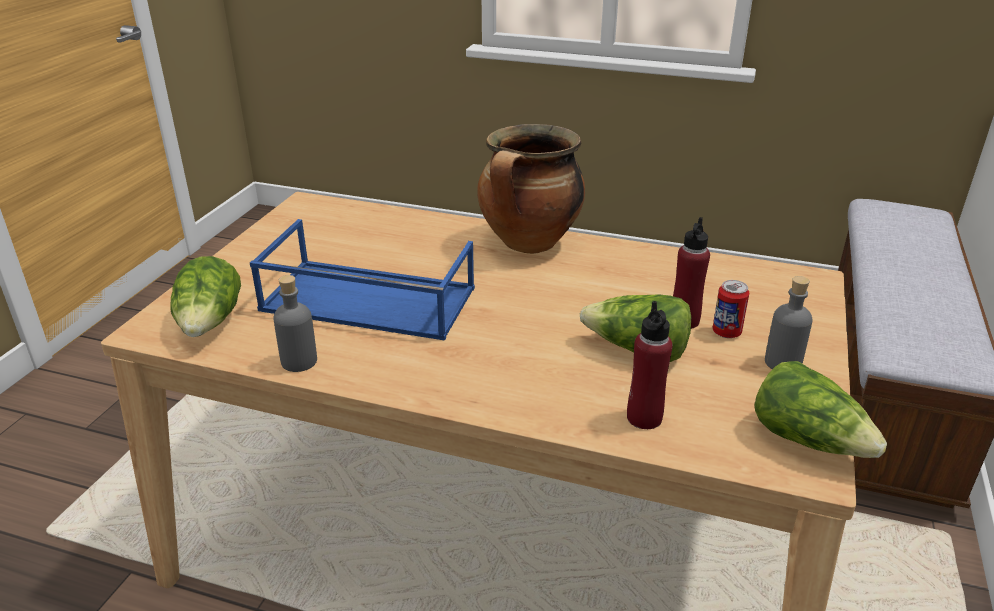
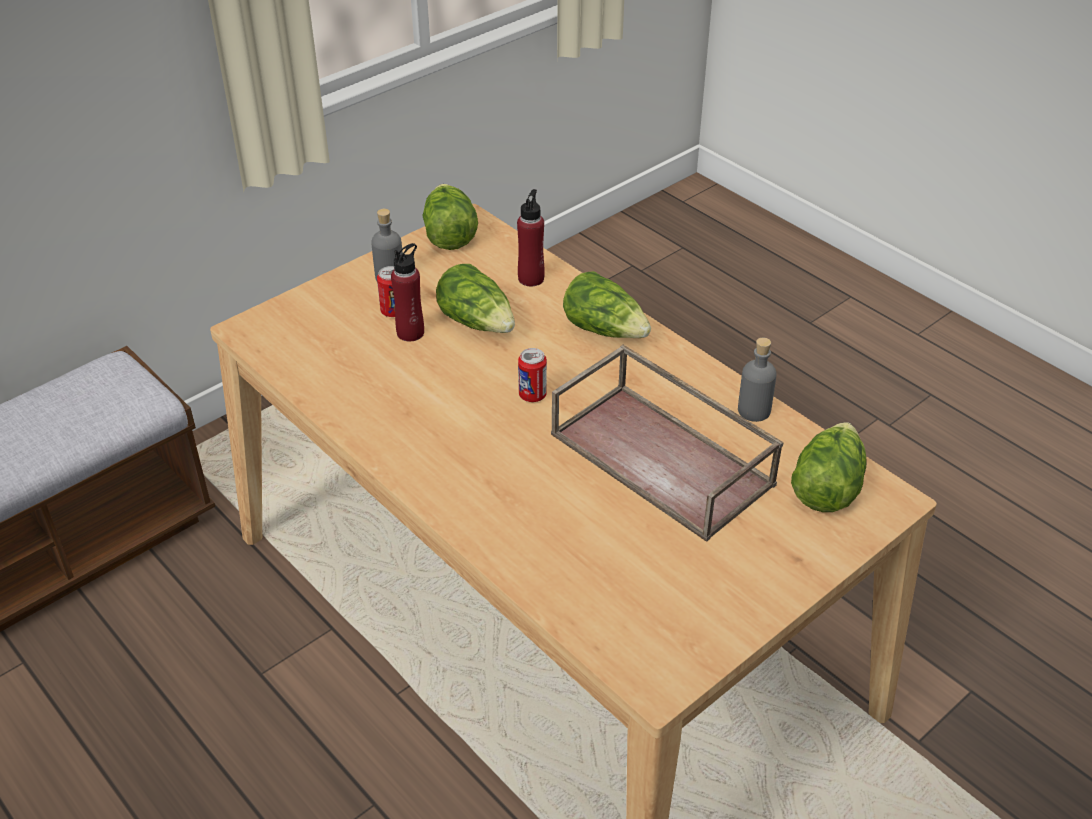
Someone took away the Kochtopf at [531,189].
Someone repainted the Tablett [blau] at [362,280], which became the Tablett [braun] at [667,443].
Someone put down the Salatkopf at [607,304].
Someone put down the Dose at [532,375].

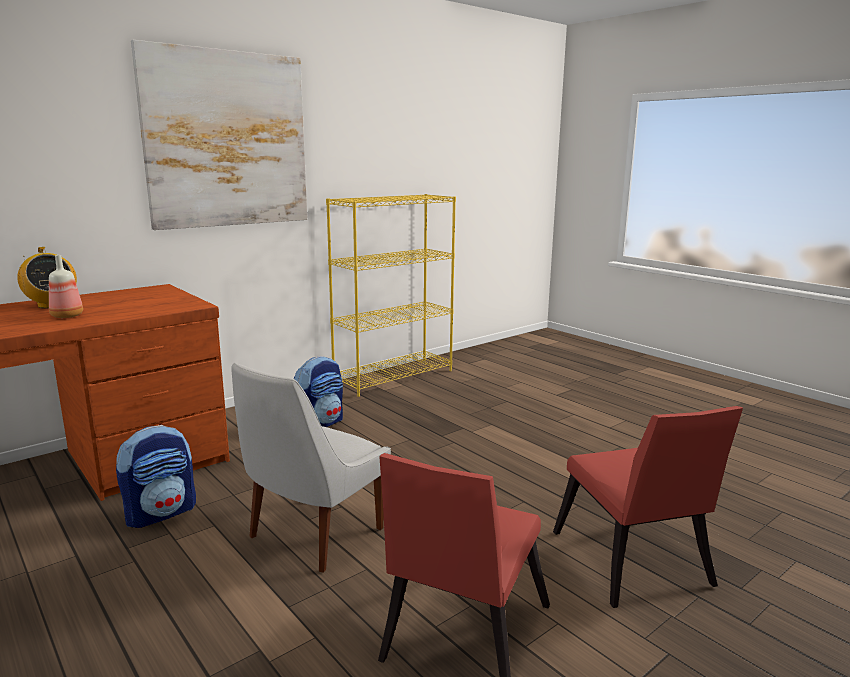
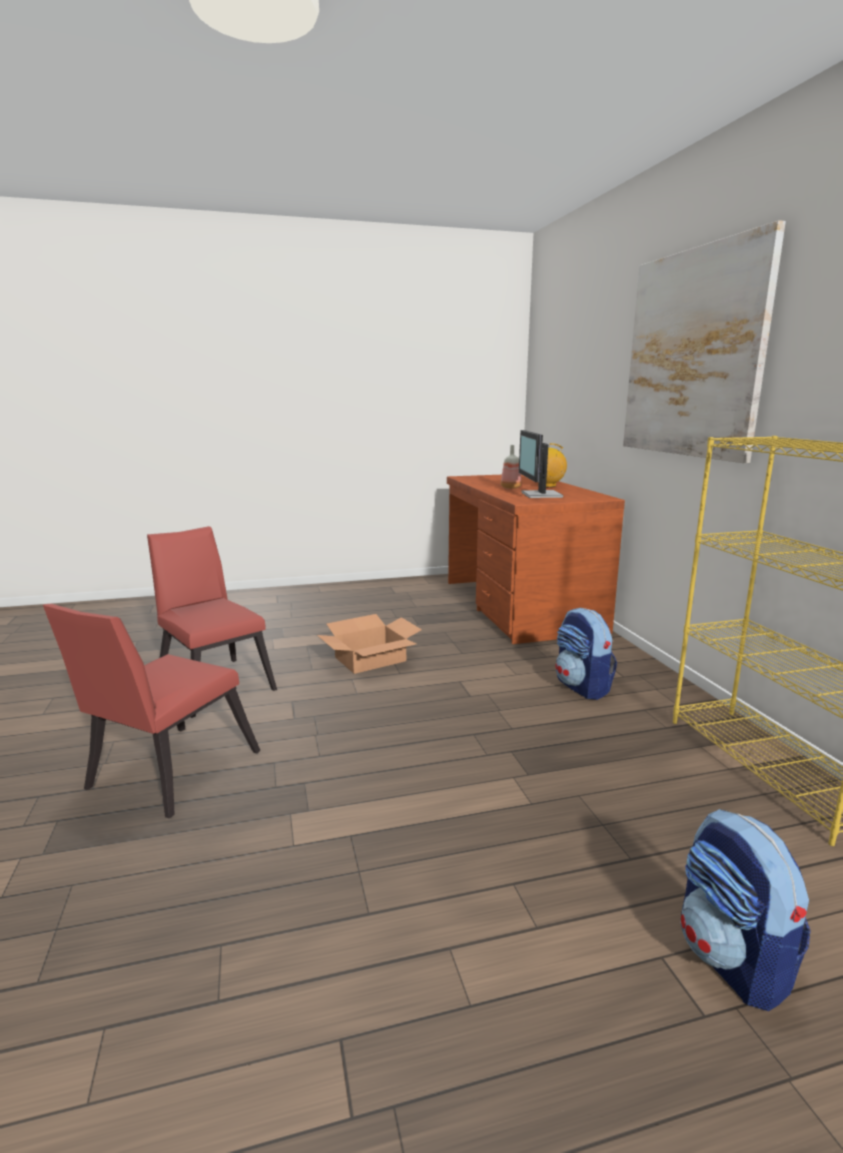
Someone swapped the Stuhl [weiß] at [311,468] for the Karton at [369,644].
Someone rotated the Stuhl [rot] at [648,507] by 75 degrees counterclockwise.
Someone carried the Rucksack from [156,476] to [746,910].
Someone put down the Monitor at [541,464].

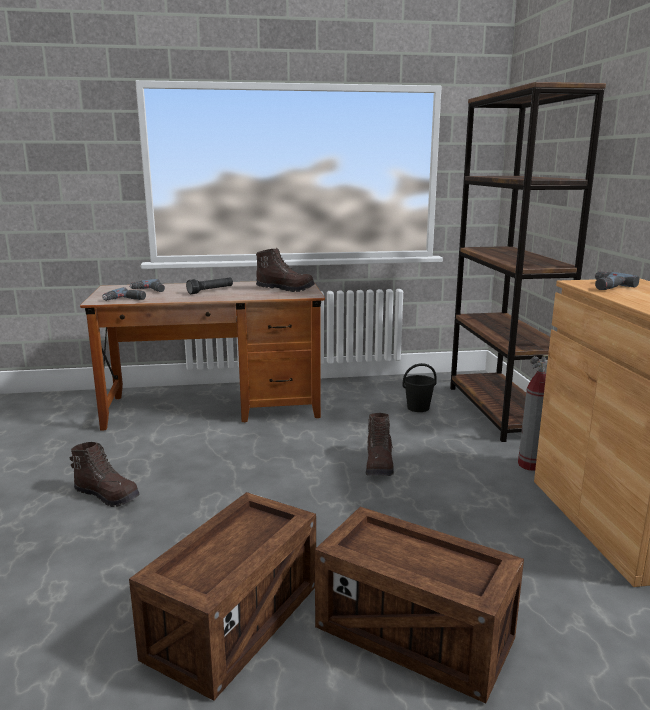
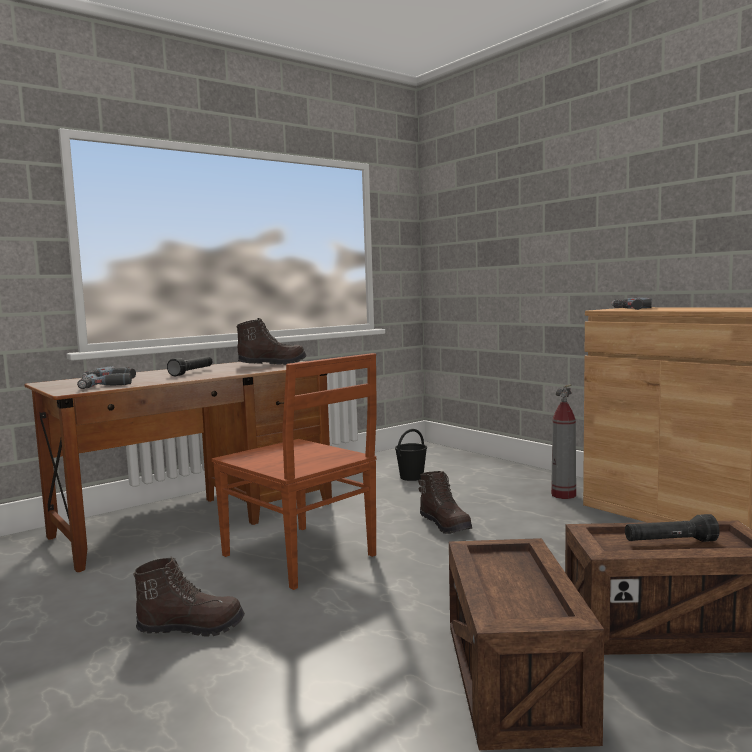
Someone took away the Bücherregal [braun] at [528,262].
Someone put down the Stuhl [braun] at [294,471].
Someone put down the Taschenlampe [schwarz] at [672,528].

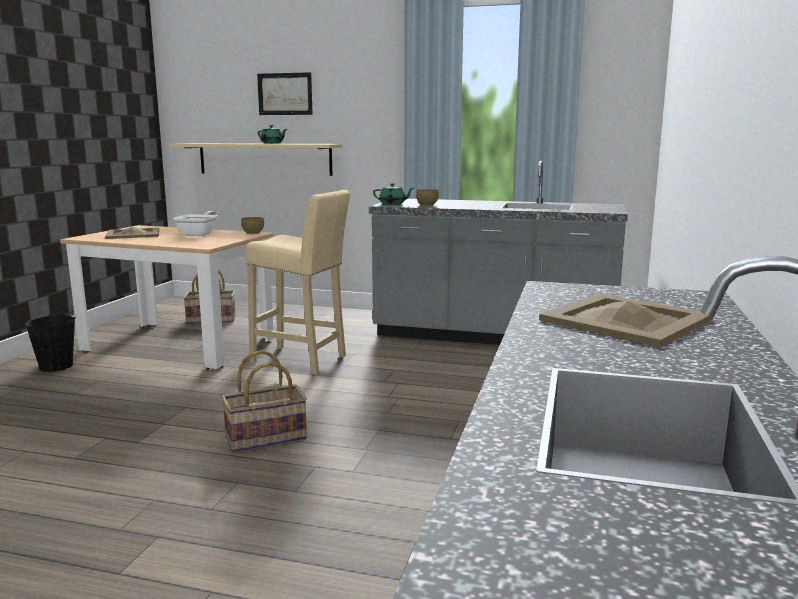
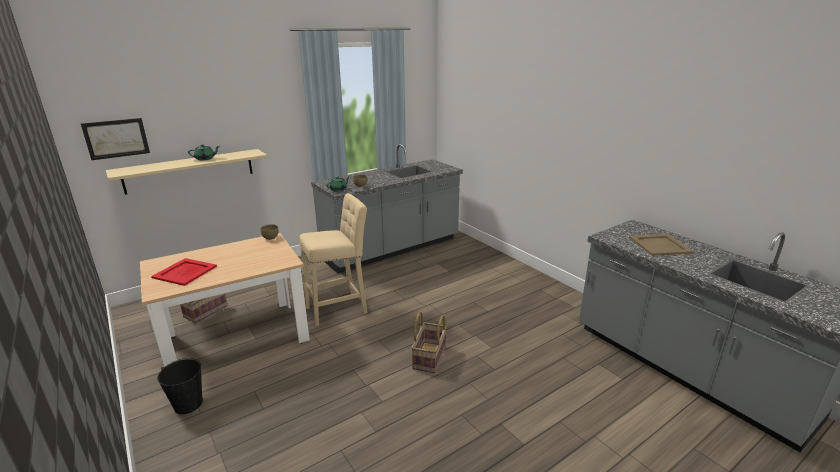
Someone carried the Bild from [285,93] to [115,139].
Someone took away the Pfanne at [195,223].
Someone repainted the Tablett [beige] at [132,233], which became the Tablett [rot] at [184,272].

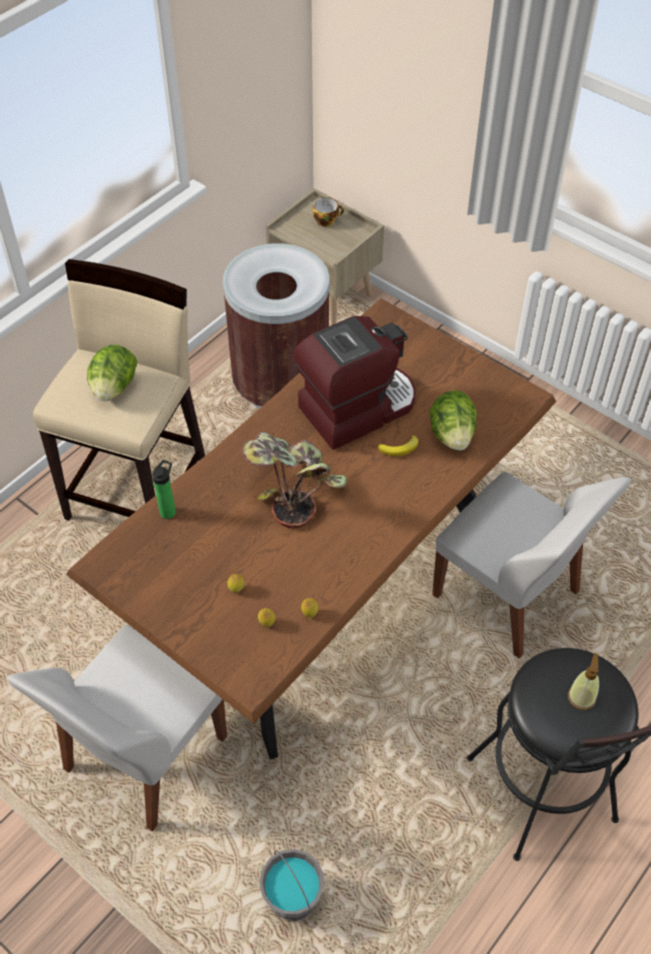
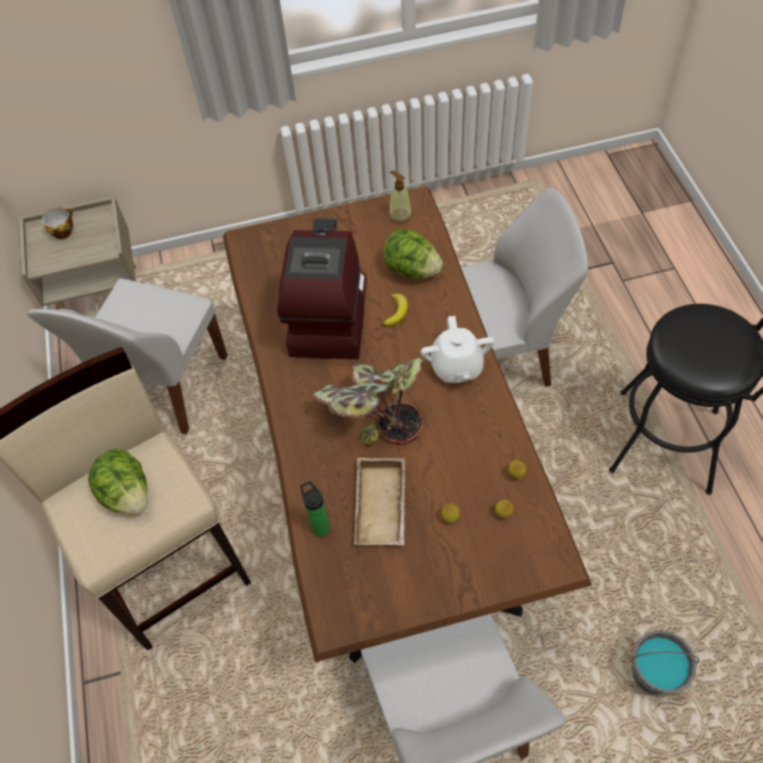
Someone swapped the Mülleimer [braun] at [276,326] for the Stuhl [weiß] at [127,356].
Someone carried the Seifenspender from [583,681] to [400,197].
Someone put down the Teekanne [weiß] at [458,349].
Someone put down the Tablett [beige] at [380,502].

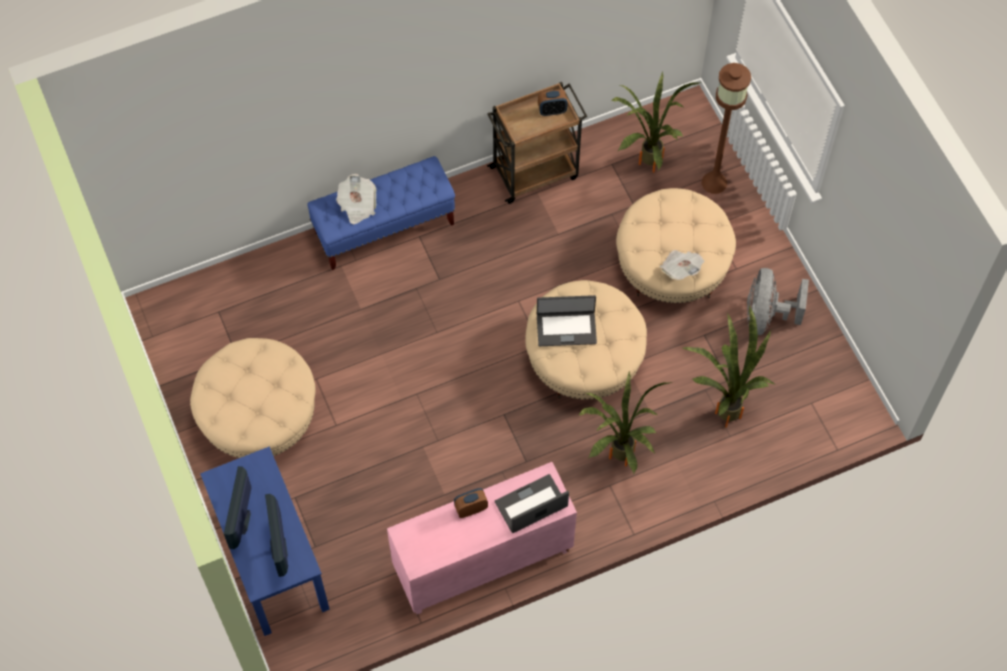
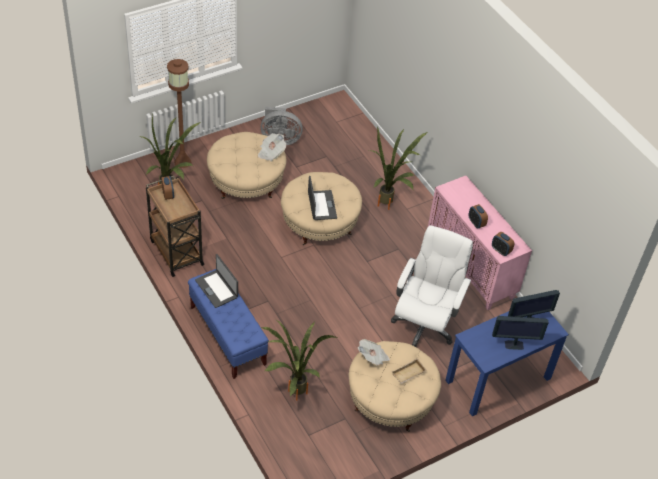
Someone carried the Zeitung from [356,199] to [374,352].
Someone carried the Topfpflanze from [727,366] to [299,360].
Someone carried the Laptop from [532,503] to [216,281].
Someone put down the Bürostuhl [weiß] at [432,286].
Someone put down the Wecker at [503,244].
Someone put down the Tablett [beige] at [409,371].

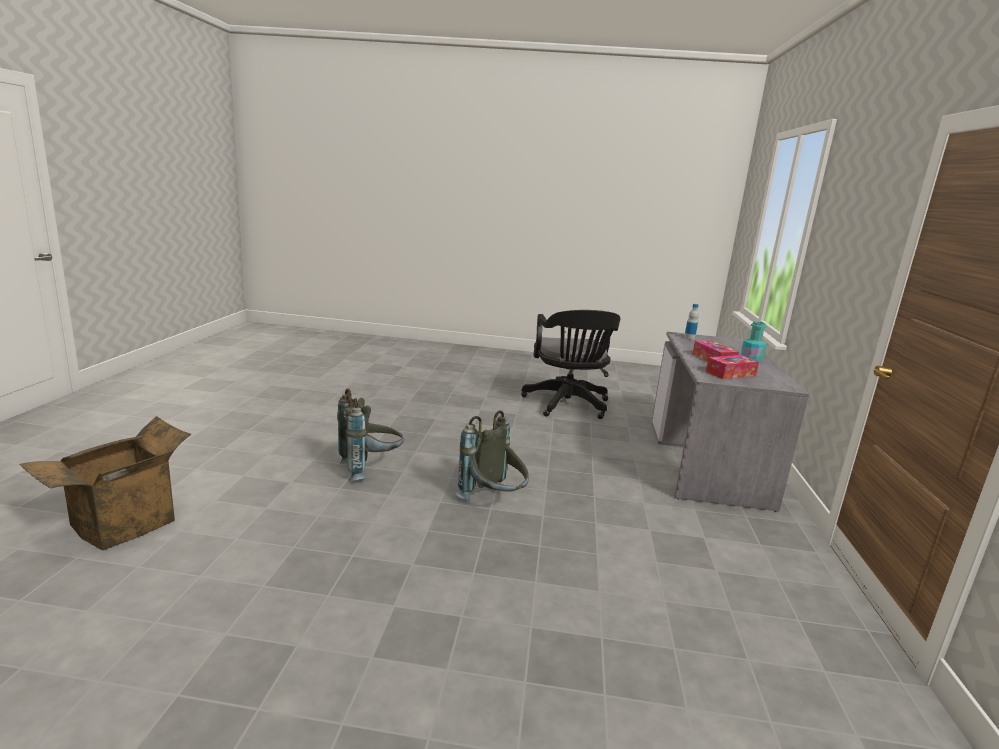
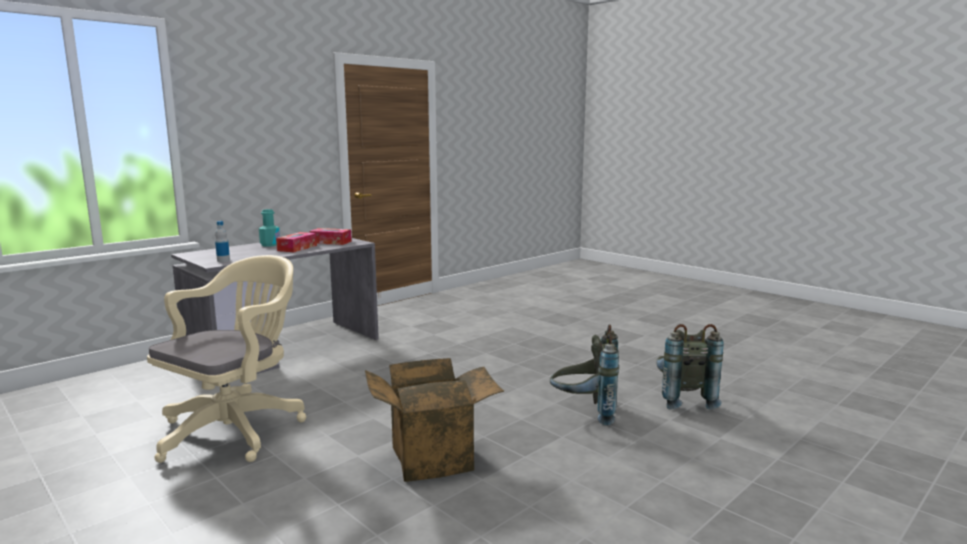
Someone repainted the Bürostuhl [schwarz] at [570,364], which became the Bürostuhl [beige] at [226,359].
Someone carried the Rucksack [grau] from [492,455] to [690,367].
Someone carried the Karton from [105,483] to [434,420].

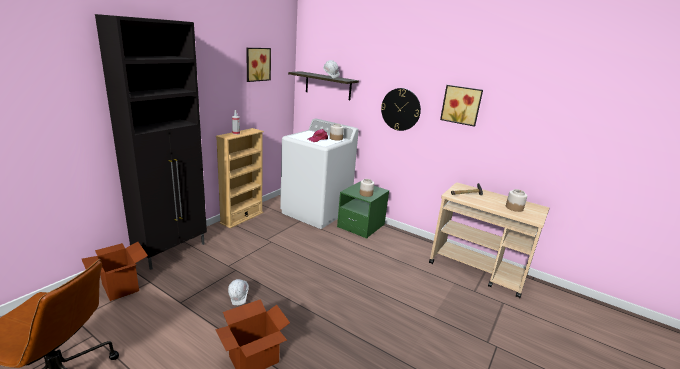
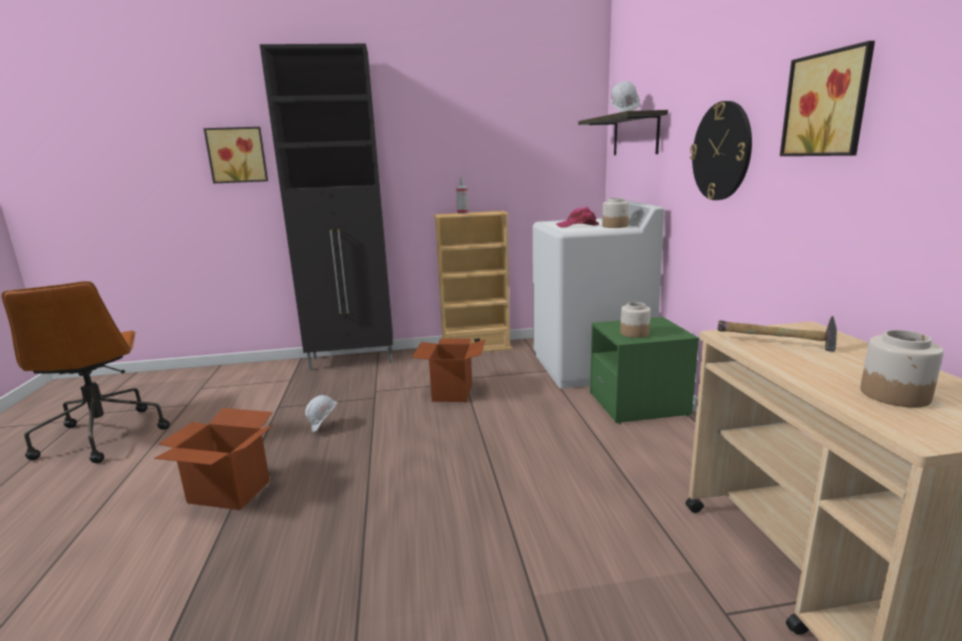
Someone carried the Bild from [258,65] to [235,155].
Someone carried the Karton from [115,271] to [449,370].

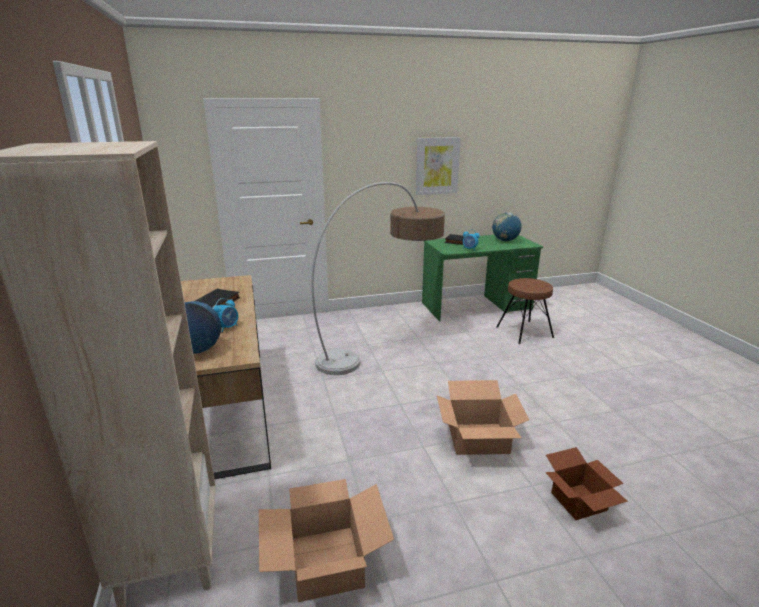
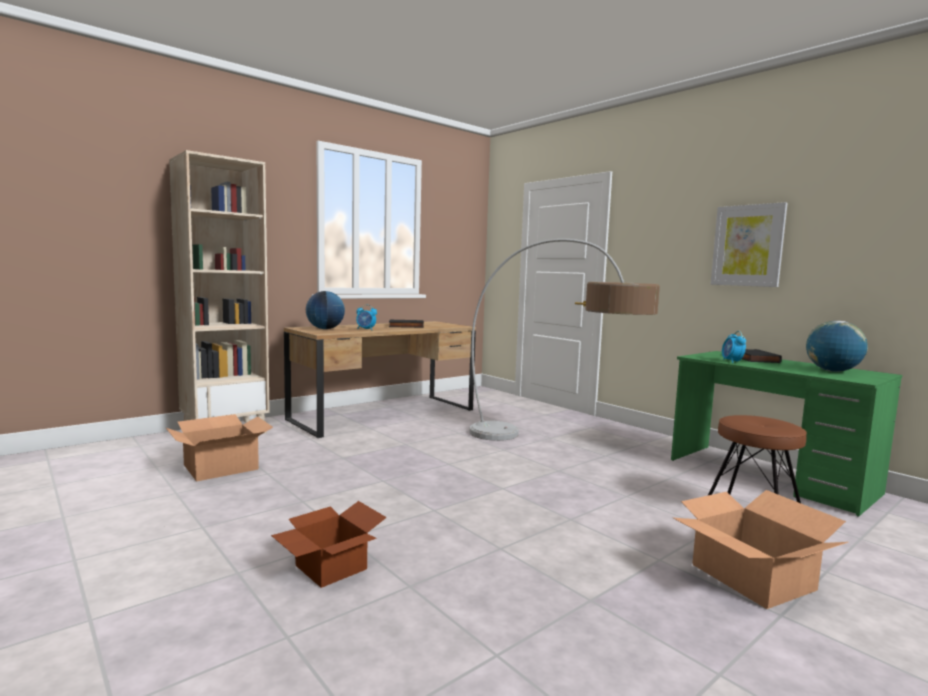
Someone carried the Karton from [483,417] to [760,549].

